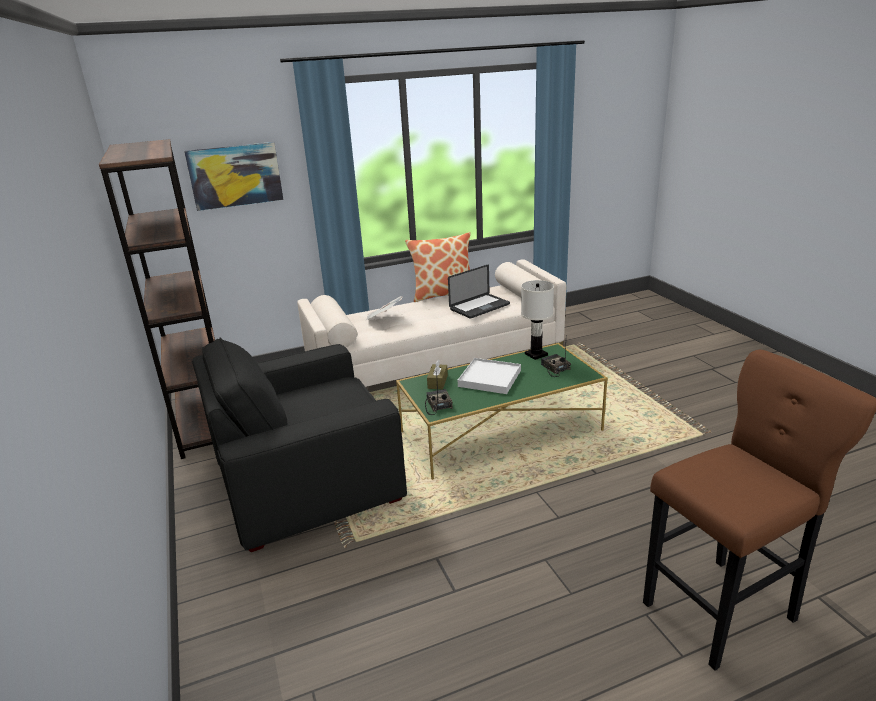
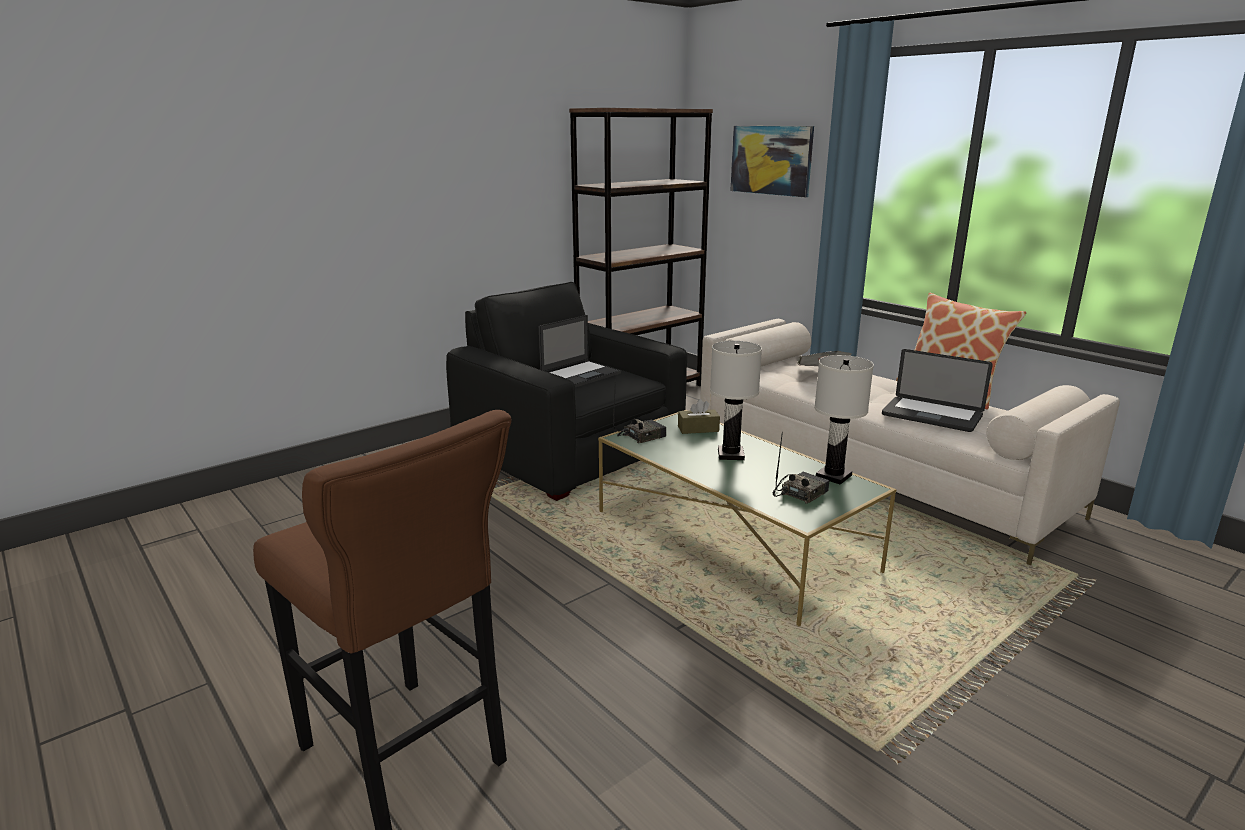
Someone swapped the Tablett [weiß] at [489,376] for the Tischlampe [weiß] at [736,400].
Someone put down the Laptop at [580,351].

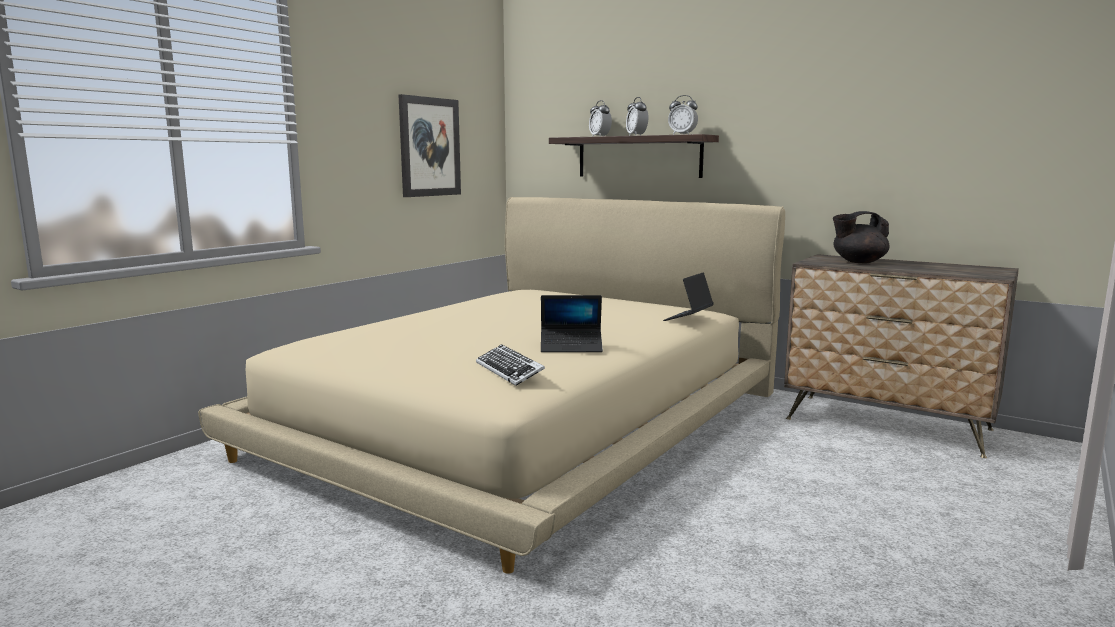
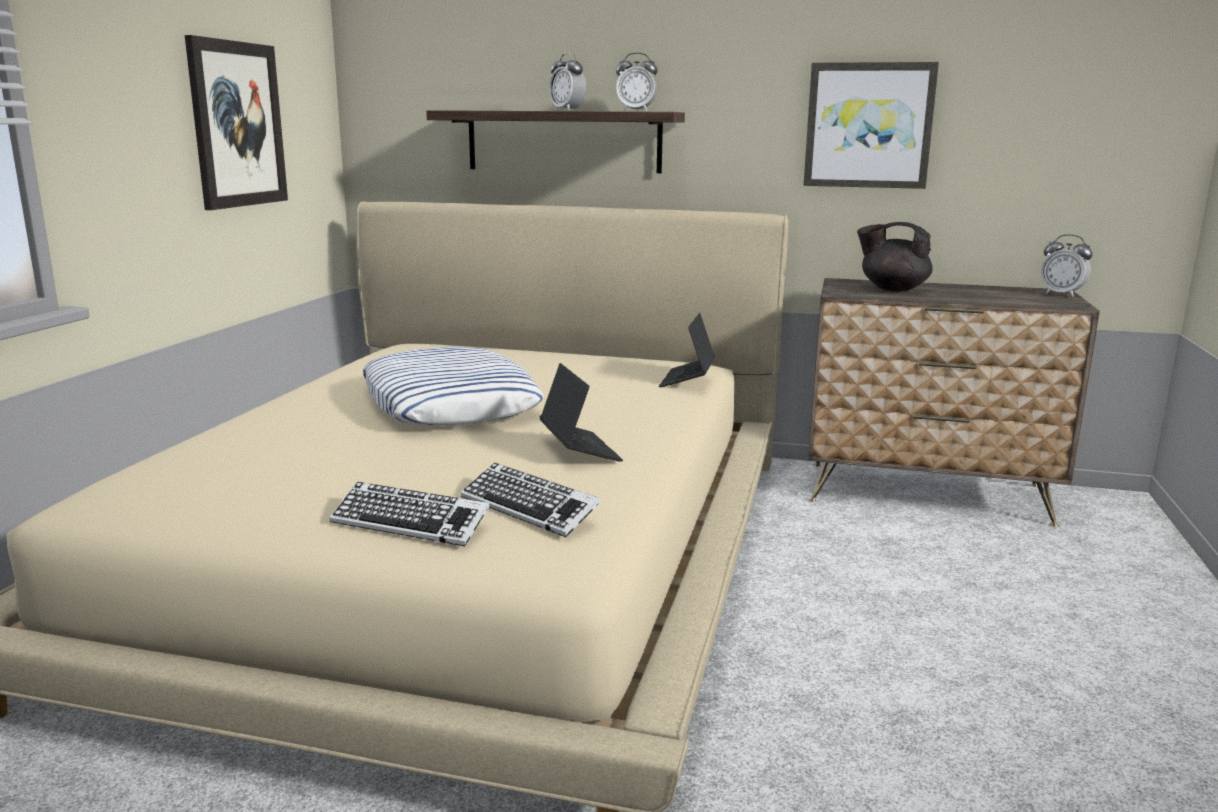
Someone carried the Wecker from [600,118] to [1066,265].
Someone rotated the Teekanne [schwarz] at [861,237] by 45 degrees clockwise.
Someone rotated the Laptop at [572,323] by 90 degrees counterclockwise.
Someone put up the Bild at [871,125].
Someone put down the Kissen at [453,386].
Someone put down the Tastatur at [409,514].

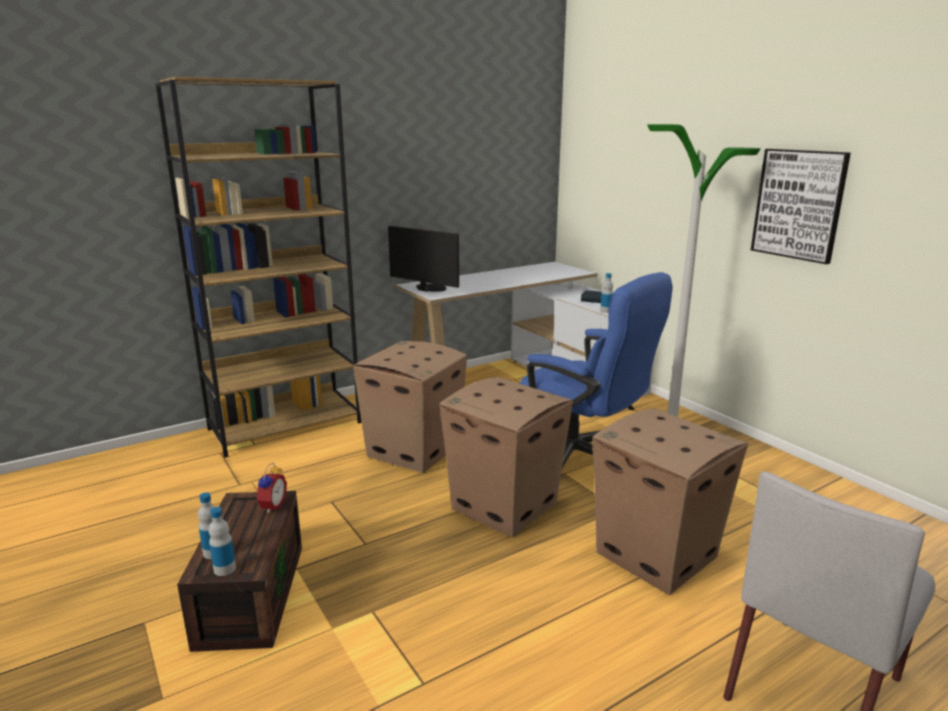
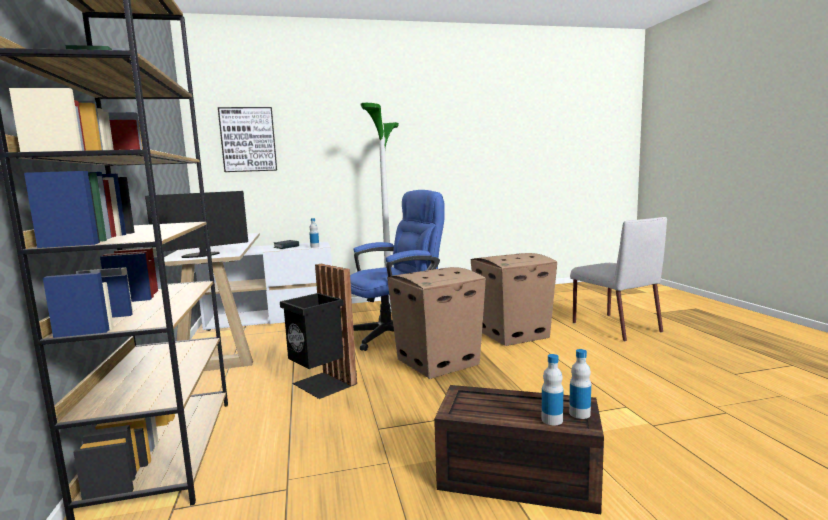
Someone carried the Bild from [801,206] to [247,139].
Someone swapped the Karton at [410,407] for the Mülleimer [schwarz] at [318,331].
Someone took away the Wecker at [271,488].

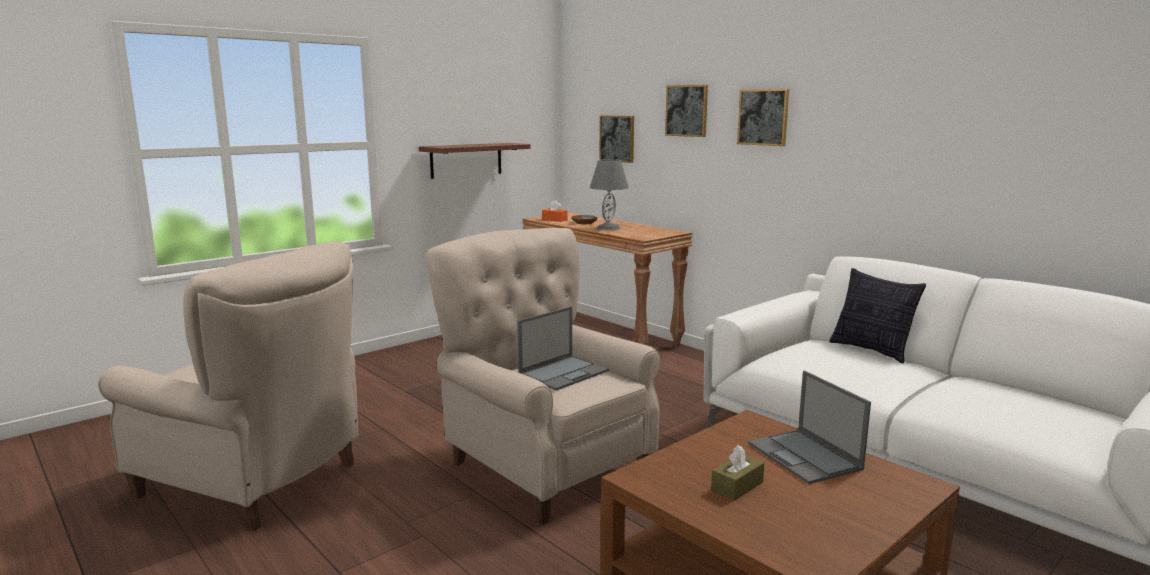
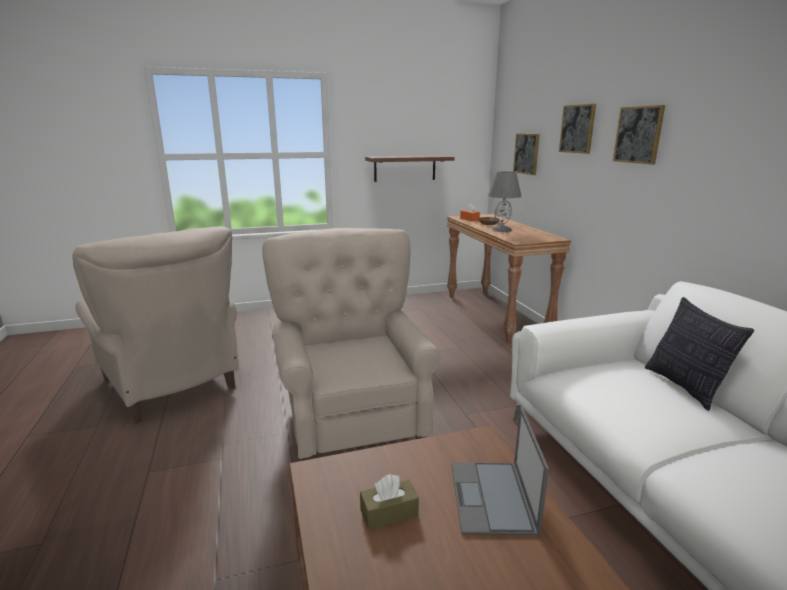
Someone took away the Laptop at [563,348].

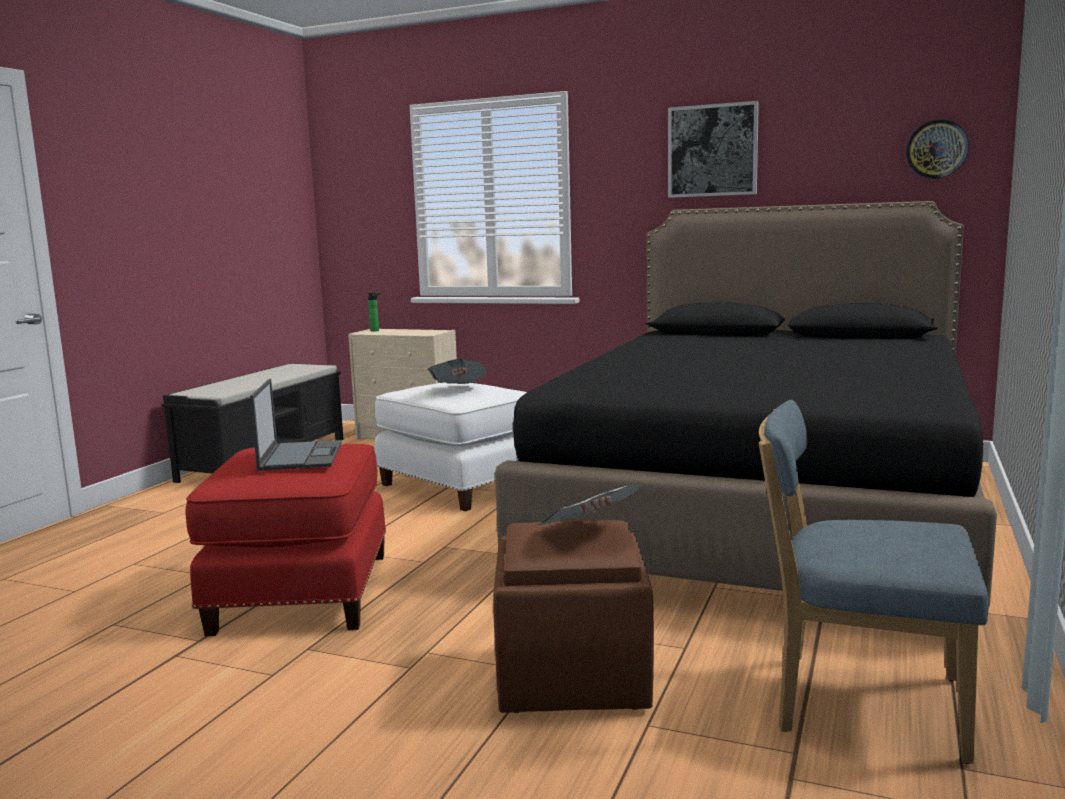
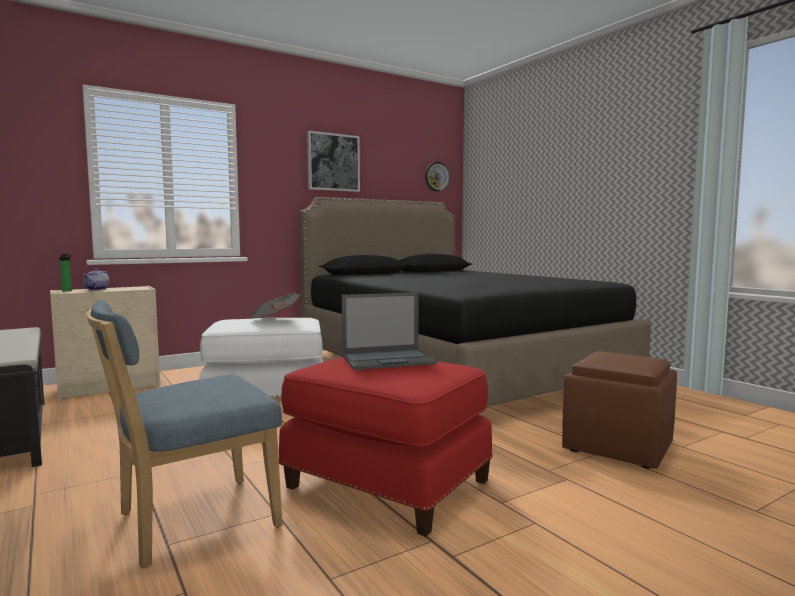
Someone rotated the Laptop at [296,425] by 135 degrees clockwise.
Someone carried the Stuhl [blau] from [874,582] to [184,434].
Someone took away the Zeitung at [590,504].
Someone put down the Teekanne at [96,279].

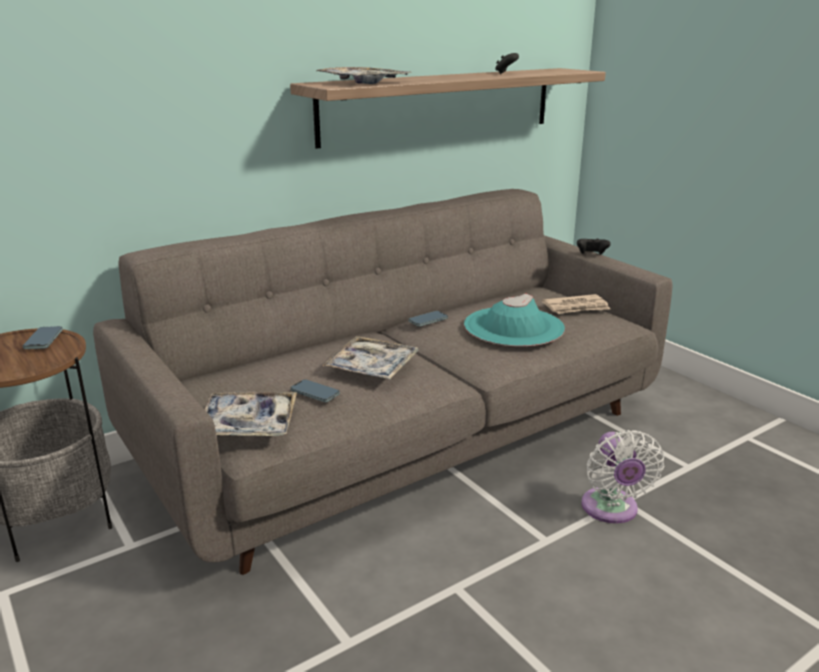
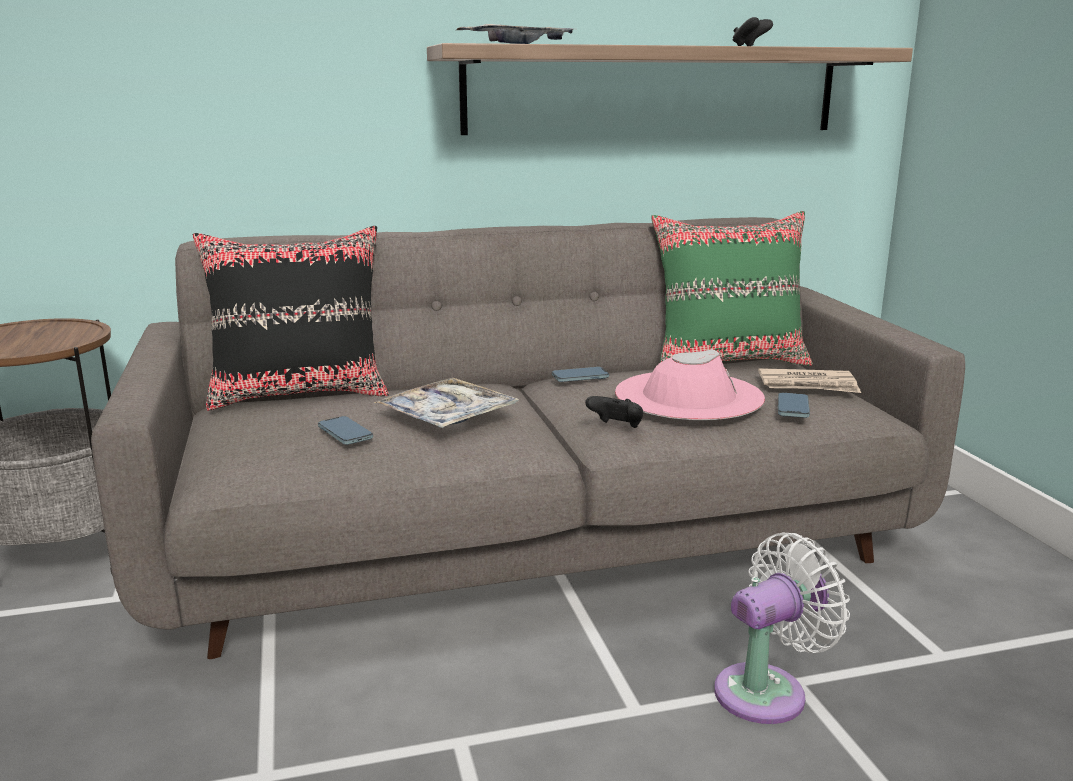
Someone carried the Gamepad [schwarz] from [594,247] to [614,412].
Someone repainted the Hut [türkis] at [514,319], which became the Hut [rosa] at [690,384].
Someone carried the Handy from [43,337] to [794,405].
Someone took away the Tablett at [250,414].
Someone rotated the Ventilator [weiß] at [622,477] by 135 degrees counterclockwise.
Someone put down the Kissen [grün] at [732,288].
Someone put down the Kissen [schwarz] at [291,318].

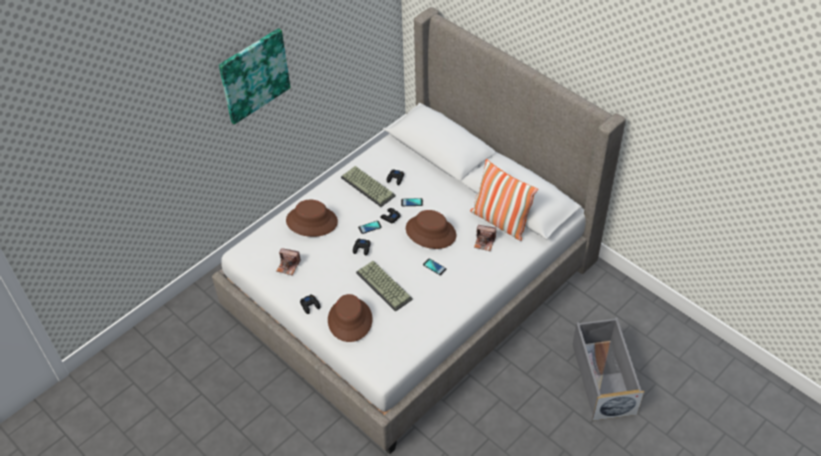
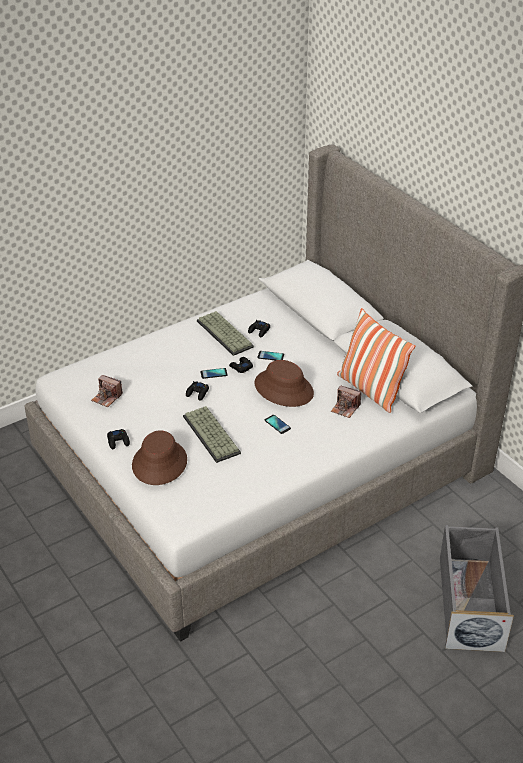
Someone took away the Bild at [255,76].
Someone took away the Hut [braun] at [312,218].

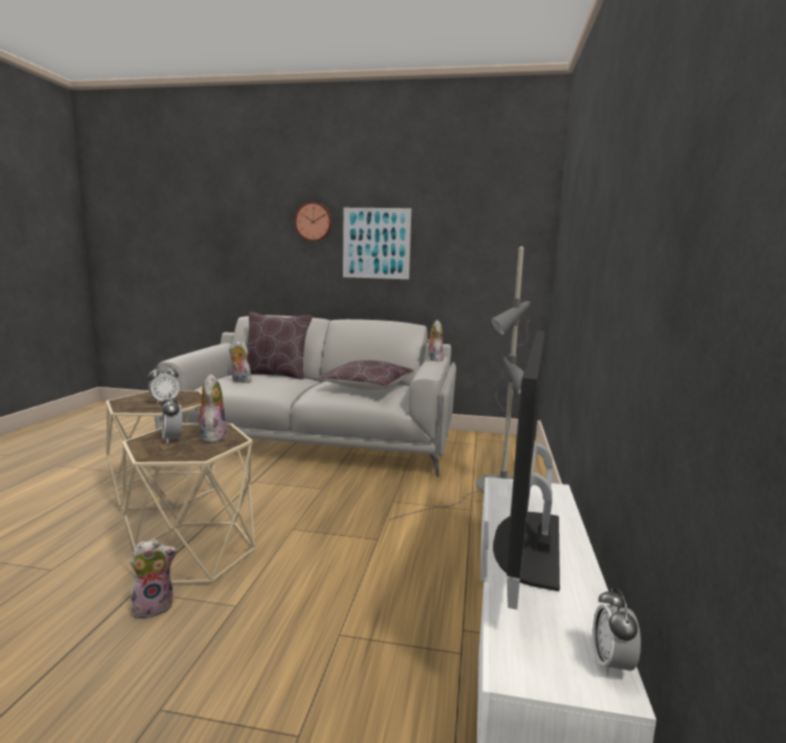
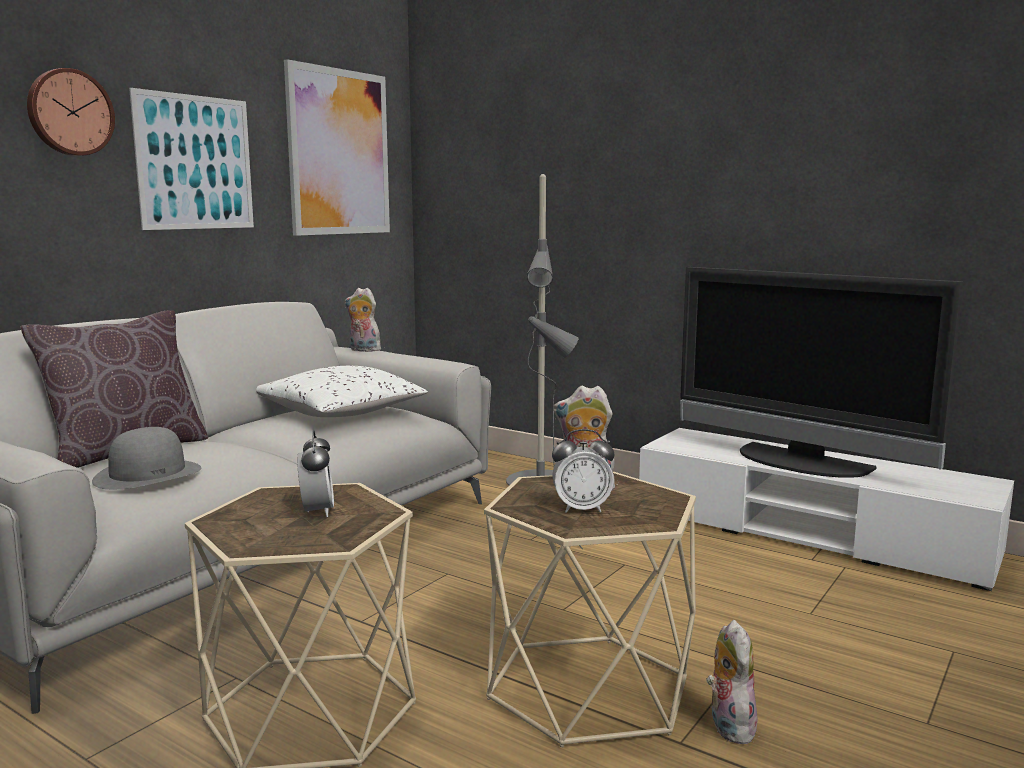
Someone swapped the Plüschtier at [240,362] for the Hut [grau] at [146,458].
Someone repainted the Kissen [braun] at [366,375], which became the Kissen [weiß] at [342,391].
Someone took away the Wecker at [617,632].
Someone put up the Bild at [337,147].

